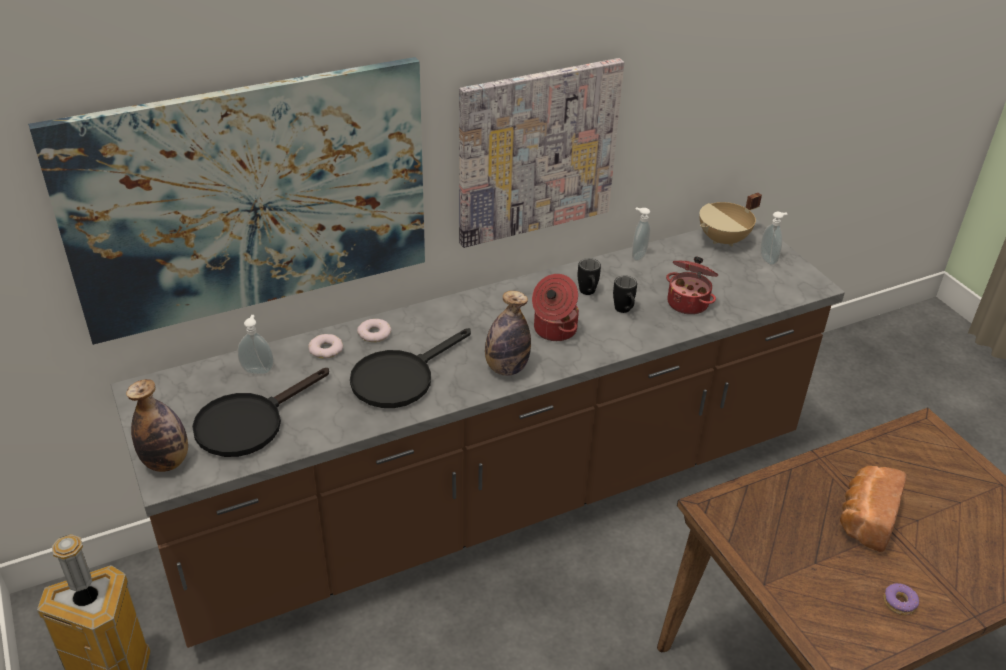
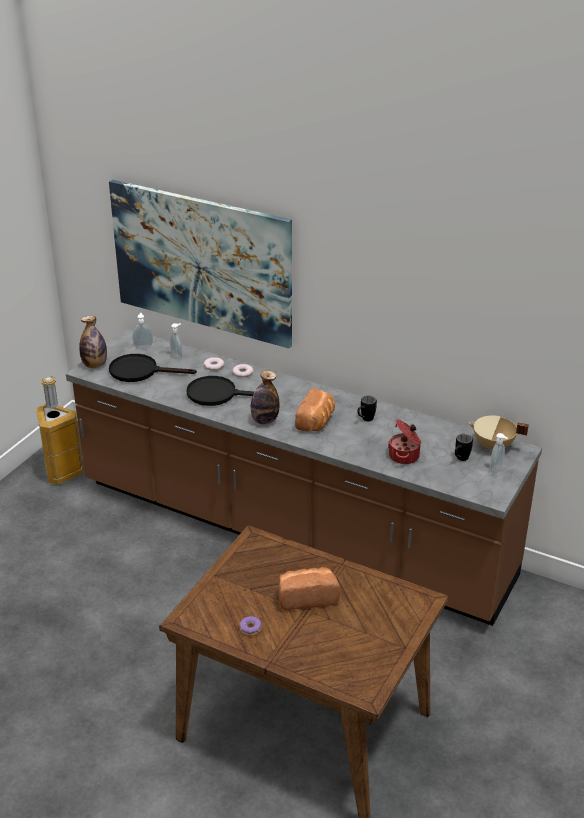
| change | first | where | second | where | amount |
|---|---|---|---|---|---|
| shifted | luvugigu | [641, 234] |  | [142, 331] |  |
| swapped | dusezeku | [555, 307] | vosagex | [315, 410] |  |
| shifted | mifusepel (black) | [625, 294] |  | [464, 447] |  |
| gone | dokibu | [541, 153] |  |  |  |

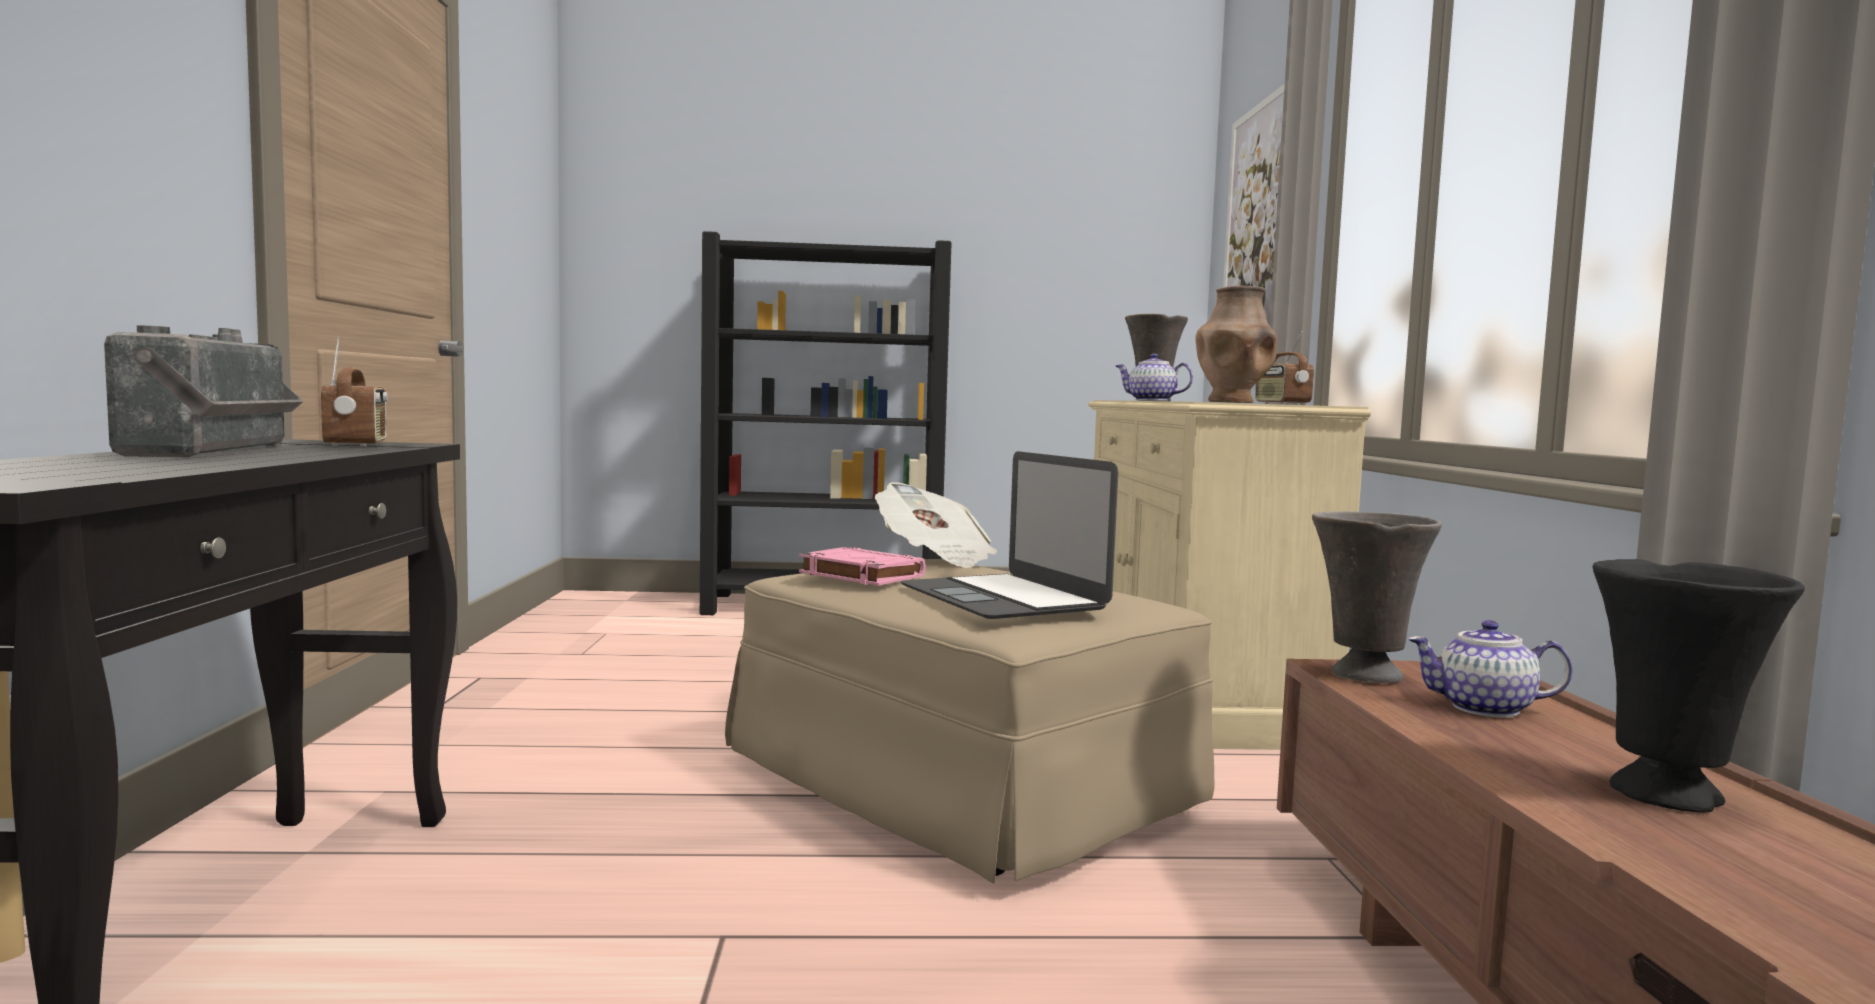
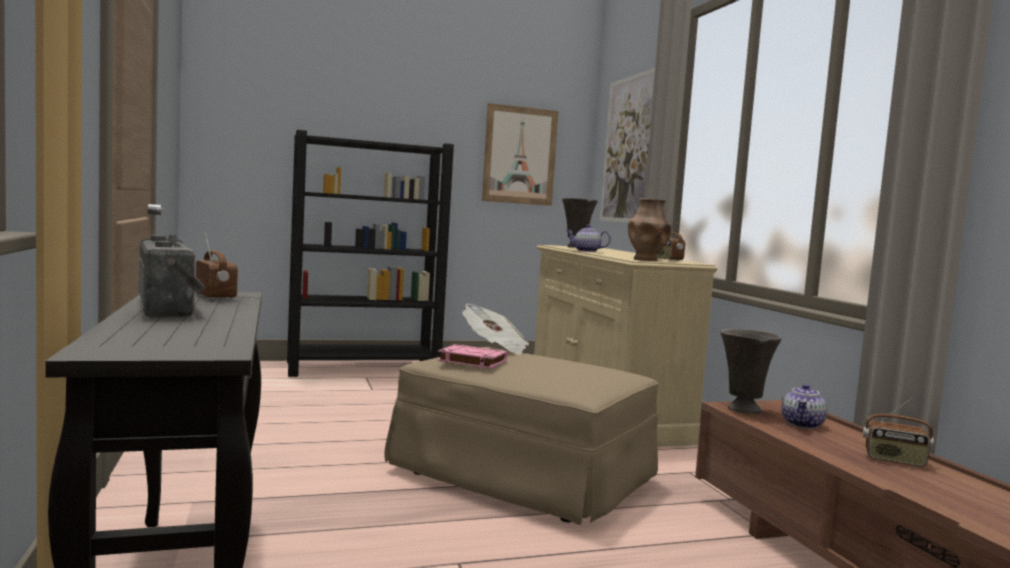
| change | first | where | second | where | amount |
|---|---|---|---|---|---|
| new |  |  | dokibu | [520, 154] |  |
| rotated | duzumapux | [1490, 669] |  | [804, 406] | 60 degrees counterclockwise |
| swapped | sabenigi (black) | [1699, 686] | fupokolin | [898, 432] |  |
| gone | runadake | [1009, 535] |  |  |  |

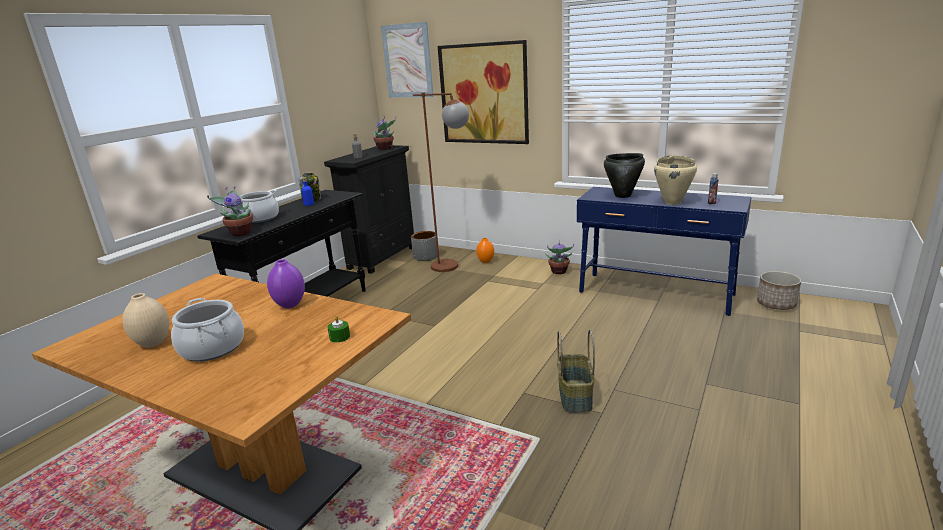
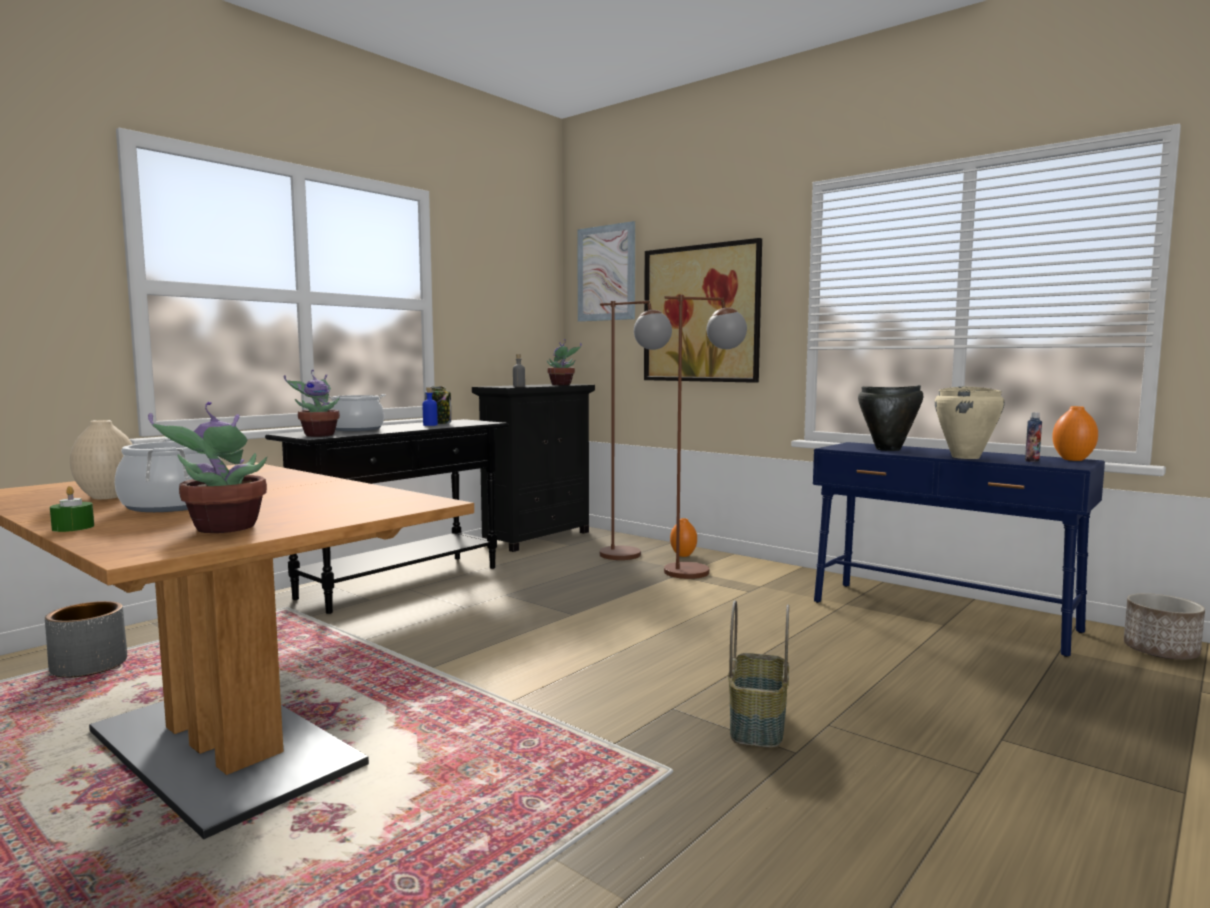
| change | first | where | second | where | amount |
|---|---|---|---|---|---|
| shifted | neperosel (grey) | [424, 246] |  | [86, 639] |  |
| shifted | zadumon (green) | [338, 328] |  | [72, 509] |  |
| shifted | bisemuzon | [560, 257] |  | [207, 467] |  |
| new |  |  | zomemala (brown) | [705, 437] |  |
| new |  |  | sabenigi (orange) | [1075, 433] |  |
| gone | sabenigi (purple) | [286, 283] |  |  |  |

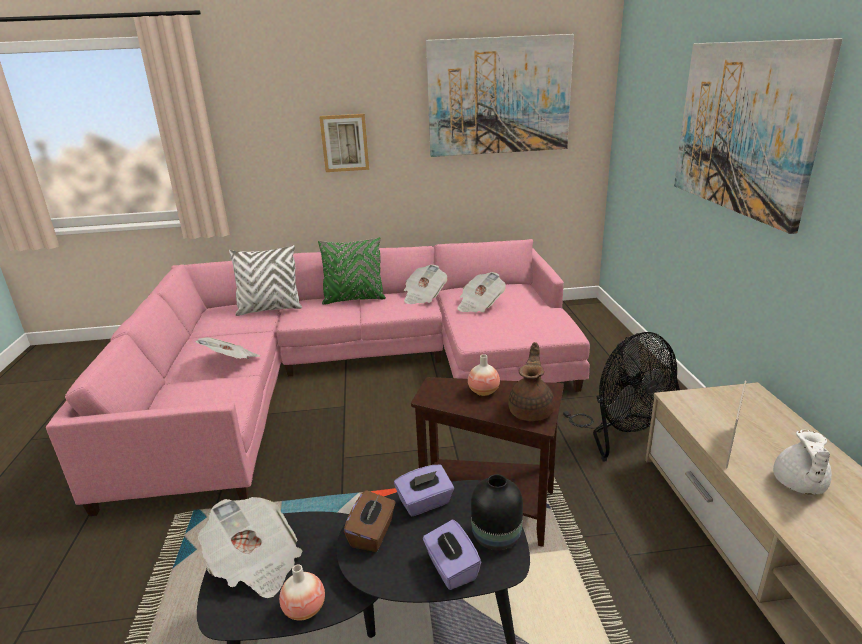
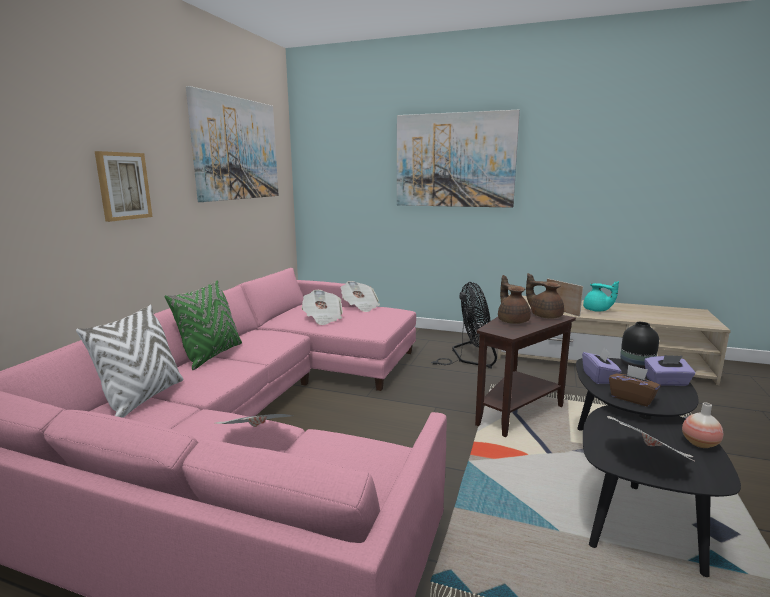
| change | first | where | second | where | amount |
|---|---|---|---|---|---|
| shifted | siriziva | [425, 284] |  | [360, 296] |  |
| swapped | sabenigi | [484, 375] | duzumapux (brown) | [514, 299] |  |
| repainted | duzumapux (white) | [802, 462] | duzumapux (turquoise) | [601, 296] |  |

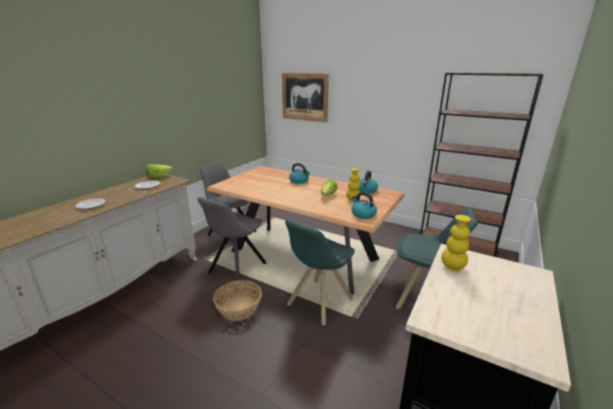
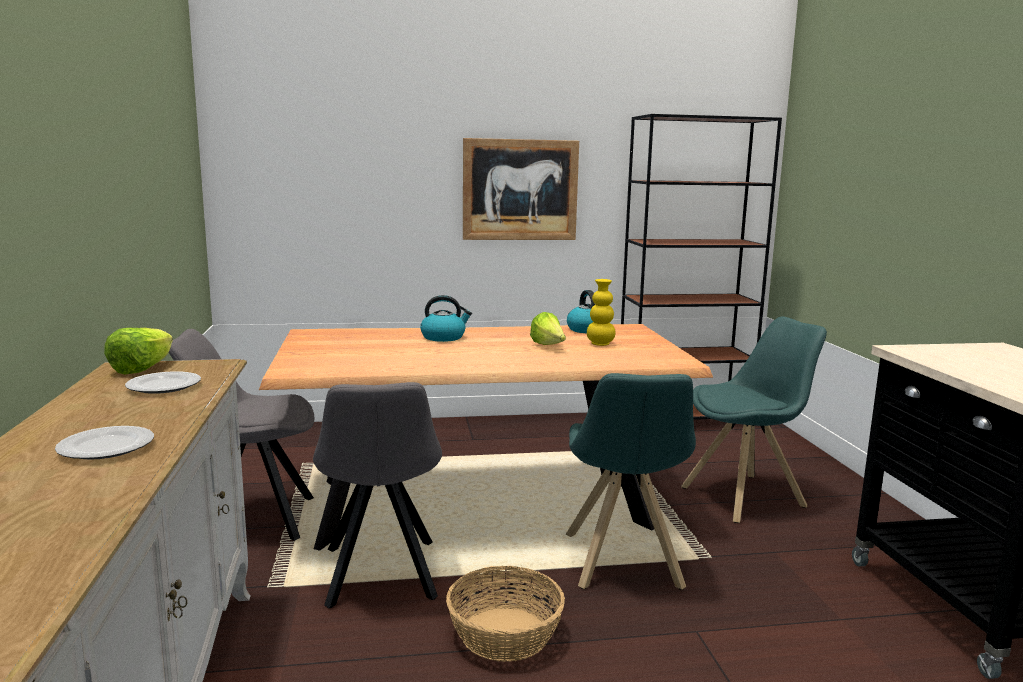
| change | first | where | second | where | amount |
|---|---|---|---|---|---|
| shifted | dokibu | [305, 97] |  | [521, 189] |  |
| gone | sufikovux | [364, 205] |  |  |  |
| gone | sabenigi (yellow) | [456, 243] |  |  |  |

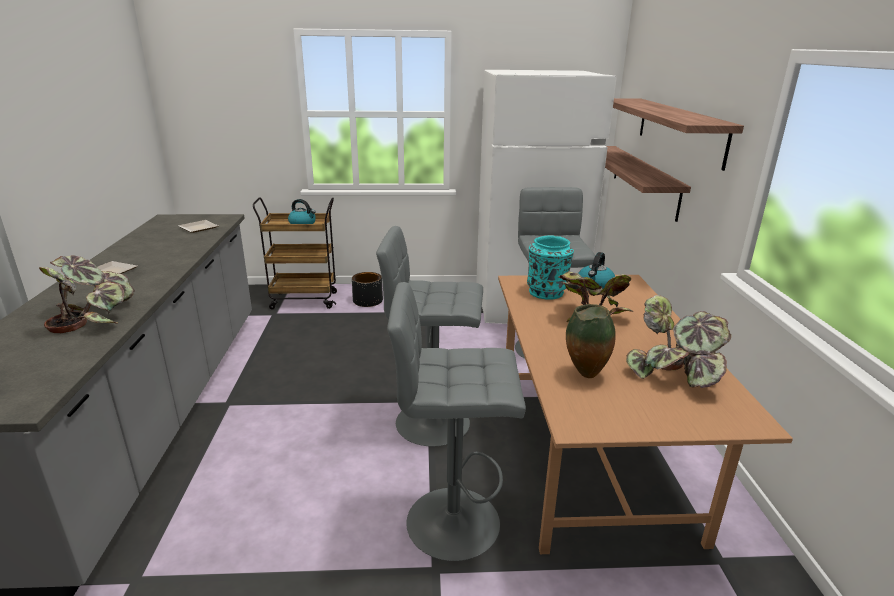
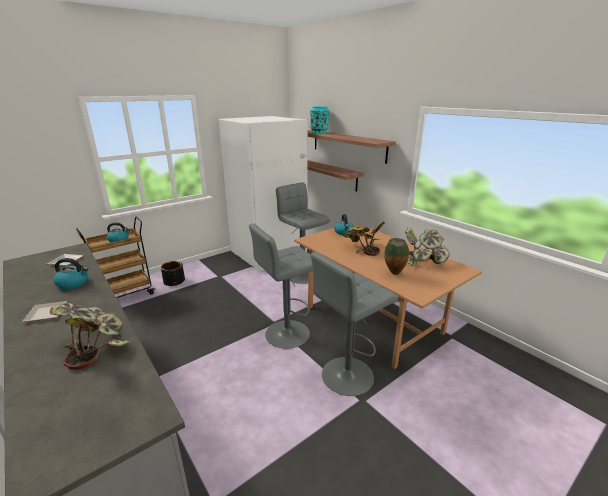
| change | first | where | second | where | amount |
|---|---|---|---|---|---|
| new |  |  | sufikovux | [70, 273] |  |
| shifted | sabenigi (turquoise) | [550, 268] |  | [320, 119] |  |

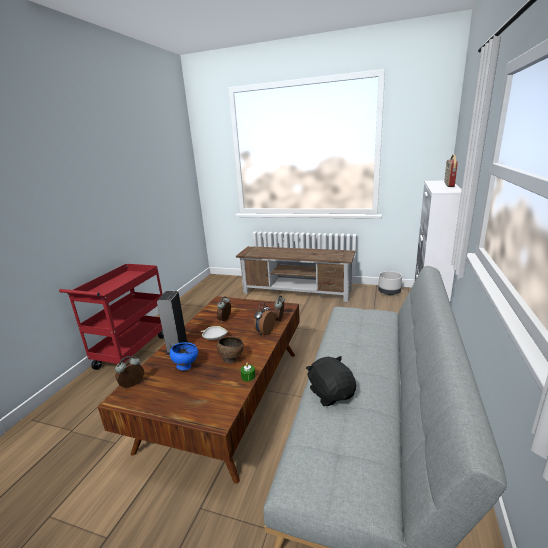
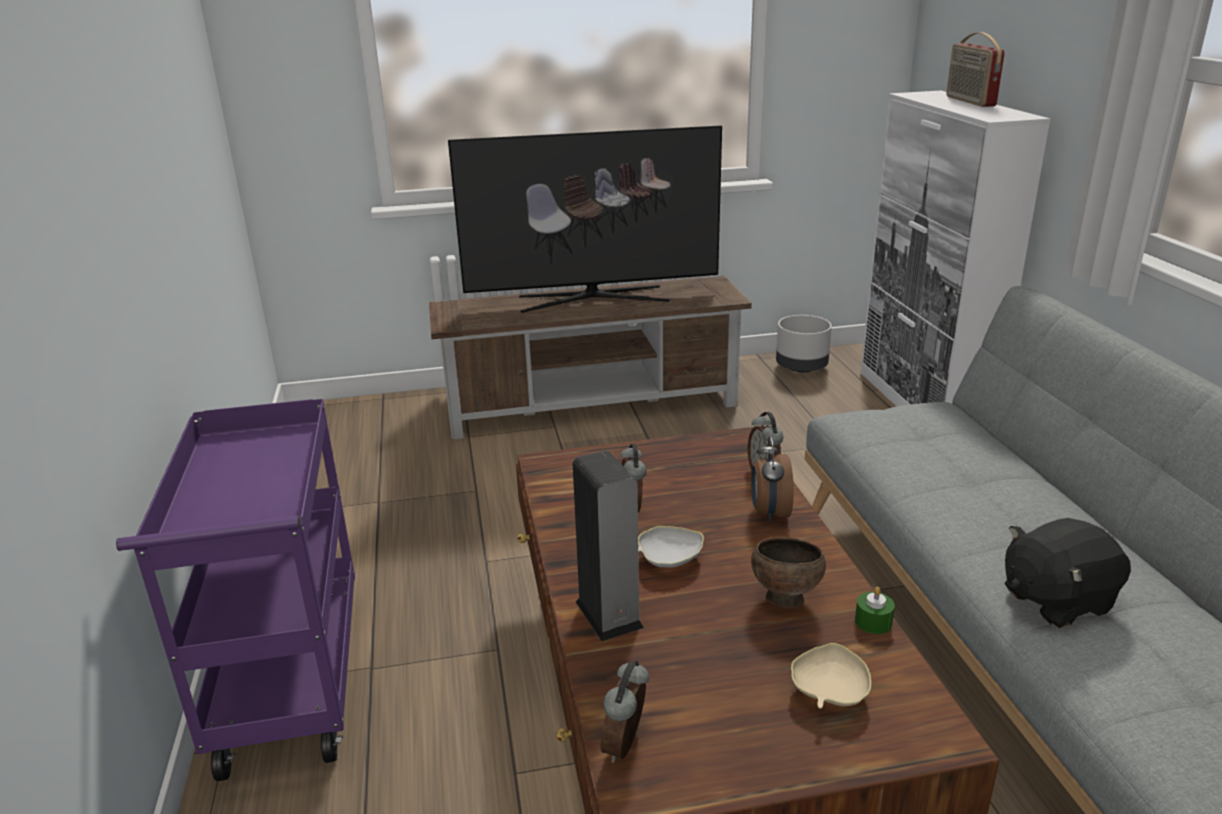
| change | first | where | second | where | amount |
|---|---|---|---|---|---|
| repainted | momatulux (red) | [111, 317] | momatulux (purple) | [235, 590] |  |
| new |  |  | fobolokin | [585, 219] |  |
| new |  |  | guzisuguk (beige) | [831, 676] |  |
| rotated | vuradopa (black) | [331, 381] |  | [1068, 573] | 60 degrees counterclockwise |
| gone | guzisuguk (blue) | [184, 356] |  |  |  |

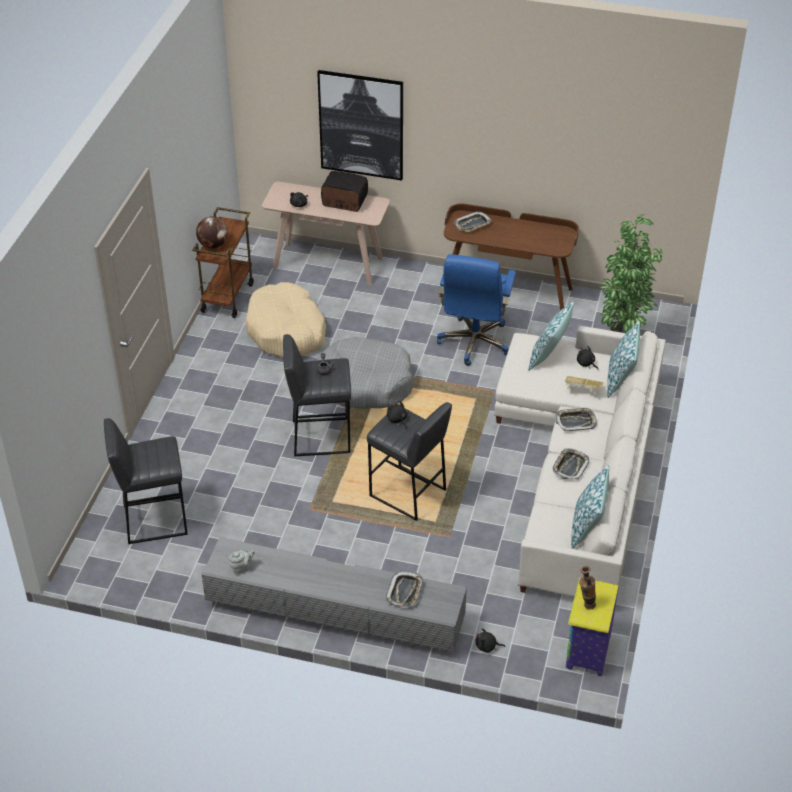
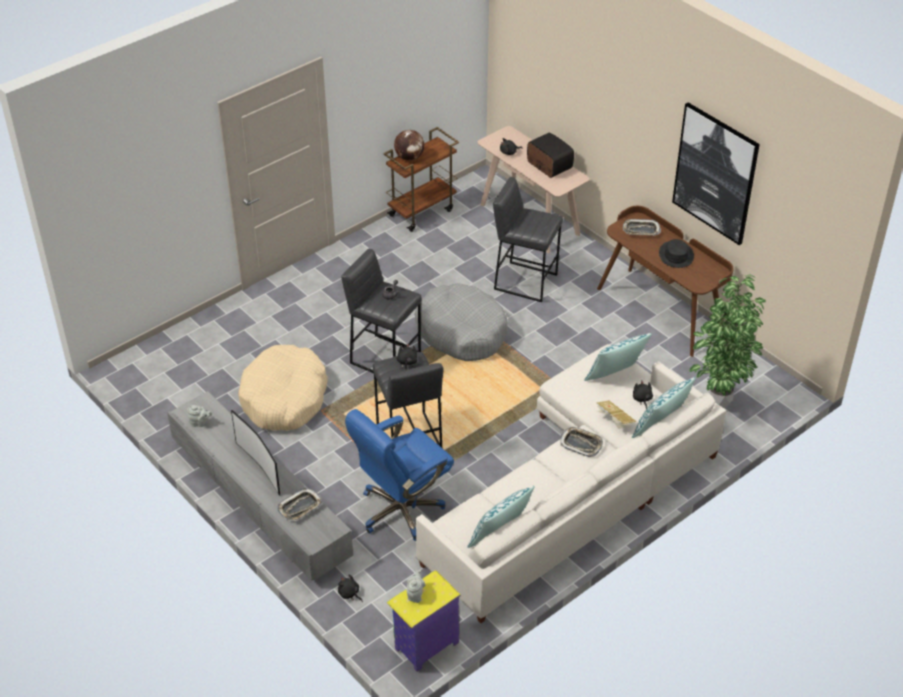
| change | first | where | second | where | amount |
|---|---|---|---|---|---|
| new |  |  | fobolokin | [255, 453] |  |
| shifted | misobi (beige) | [286, 319] |  | [283, 388] |  |
| shifted | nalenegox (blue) | [476, 310] |  | [399, 475] |  |
| swapped | sabenigi | [587, 588] | duzumapux (grey) | [416, 586] |  |
| shifted | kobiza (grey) | [146, 481] |  | [528, 239] |  |
| new |  |  | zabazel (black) | [676, 253] |  |
| shifted | dokibu | [360, 125] |  | [716, 174] |  |
| gone | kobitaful | [571, 464] |  |  |  |

